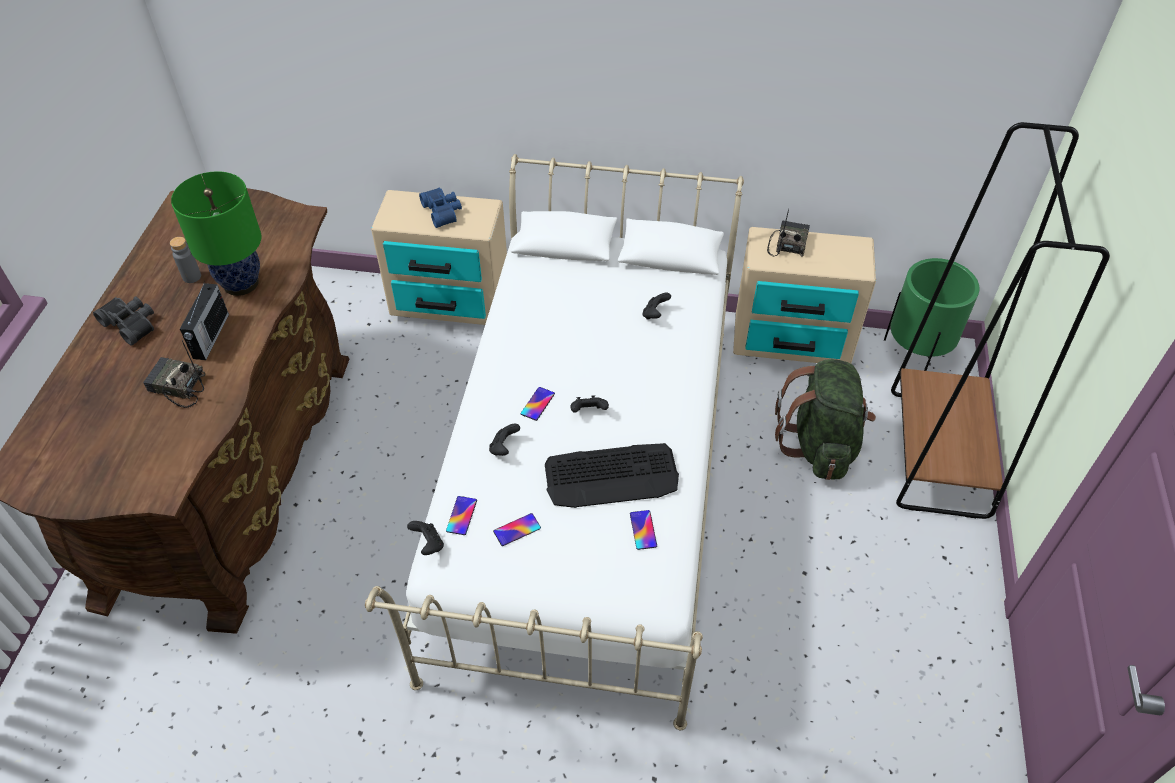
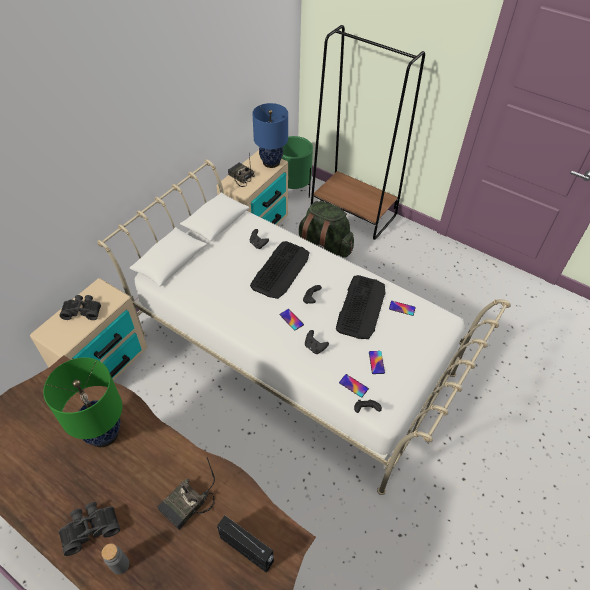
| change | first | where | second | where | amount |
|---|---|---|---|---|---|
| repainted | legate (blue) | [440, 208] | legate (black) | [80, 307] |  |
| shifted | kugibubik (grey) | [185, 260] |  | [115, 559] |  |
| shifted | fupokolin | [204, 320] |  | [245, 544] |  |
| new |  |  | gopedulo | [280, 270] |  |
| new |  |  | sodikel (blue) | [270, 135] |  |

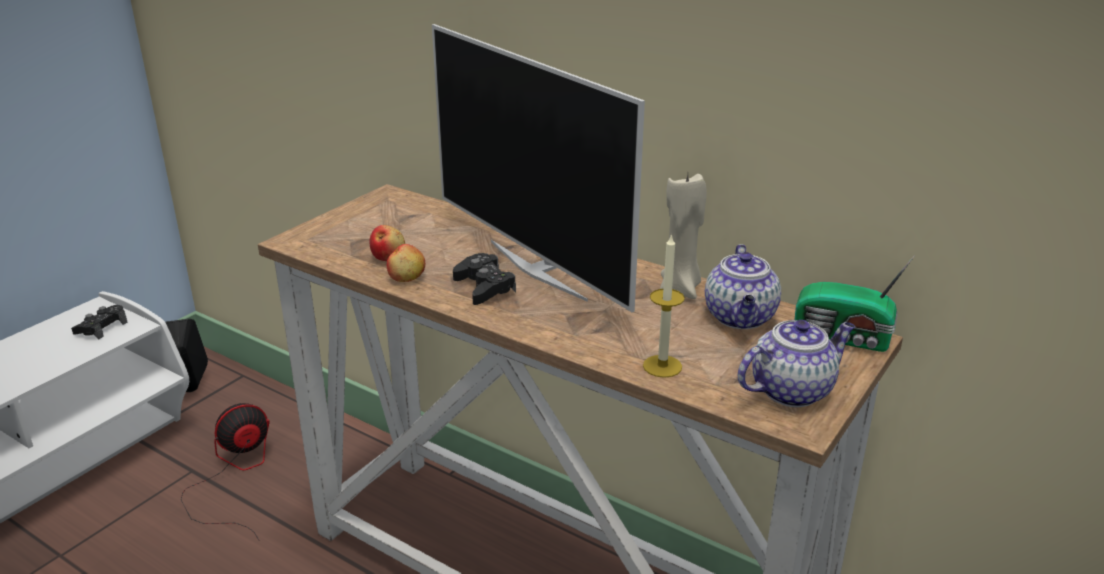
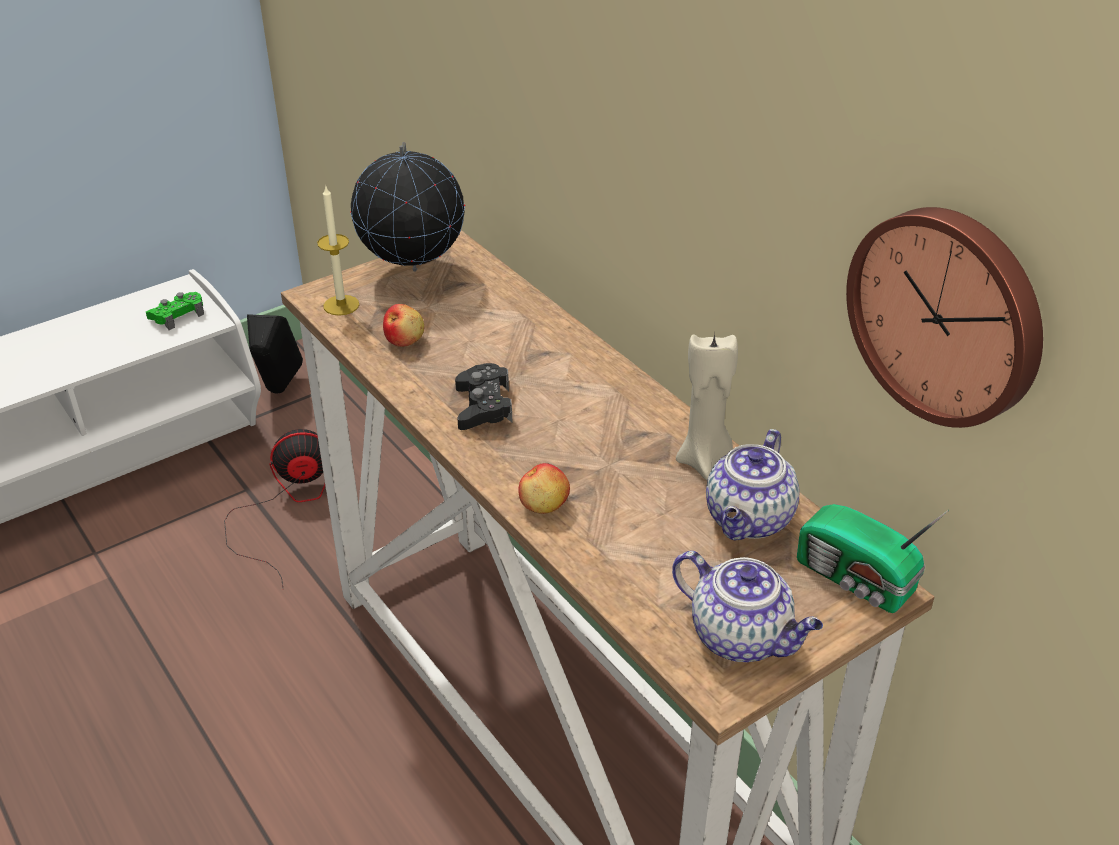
| change | first | where | second | where | amount |
|---|---|---|---|---|---|
| repainted | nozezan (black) | [99, 322] | nozezan (green) | [175, 311] |  |
| shifted | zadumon | [664, 306] |  | [338, 251] |  |
| new |  |  | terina | [407, 207] |  |
| shifted | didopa | [406, 263] |  | [544, 488] |  |
| rotated | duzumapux | [796, 363] |  | [747, 606] | 45 degrees clockwise |
| new |  |  | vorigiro | [944, 317] |  |
| gone | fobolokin | [538, 168] |  |  |  |

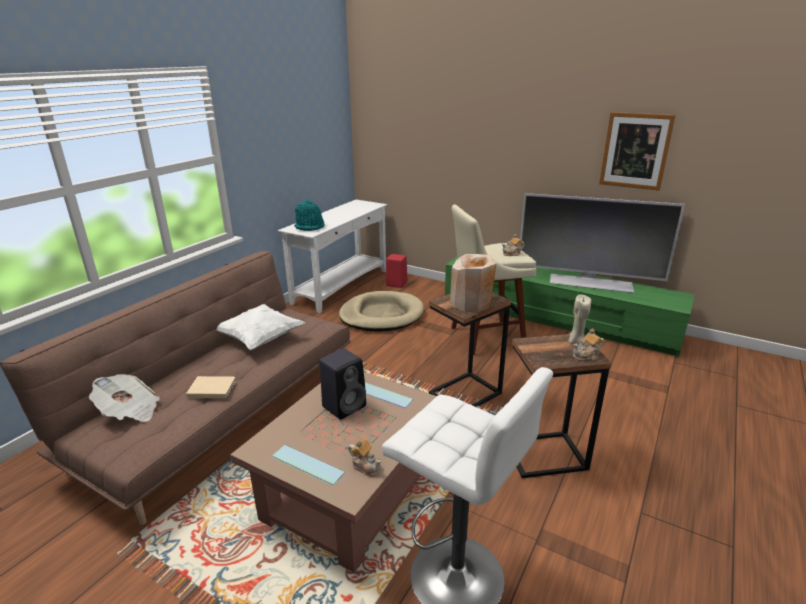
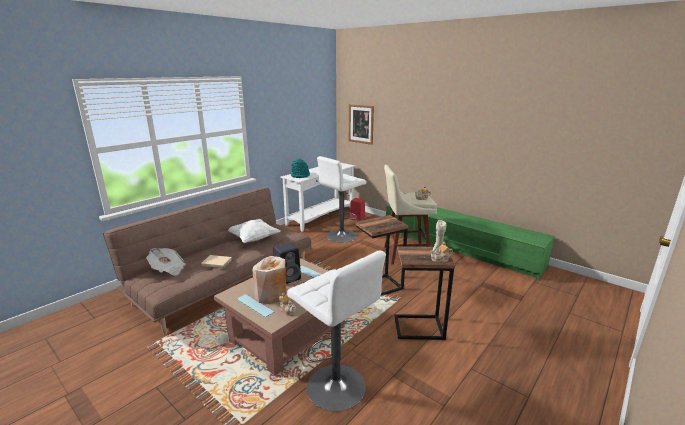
| change | first | where | second | where | amount |
|---|---|---|---|---|---|
| shifted | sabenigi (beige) | [473, 283] |  | [269, 280] |  |
| swapped | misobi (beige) | [381, 311] | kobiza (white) | [341, 199] |  |
| shifted | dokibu | [637, 151] |  | [361, 124] |  |
| gone | fobolokin | [602, 243] |  |  |  |

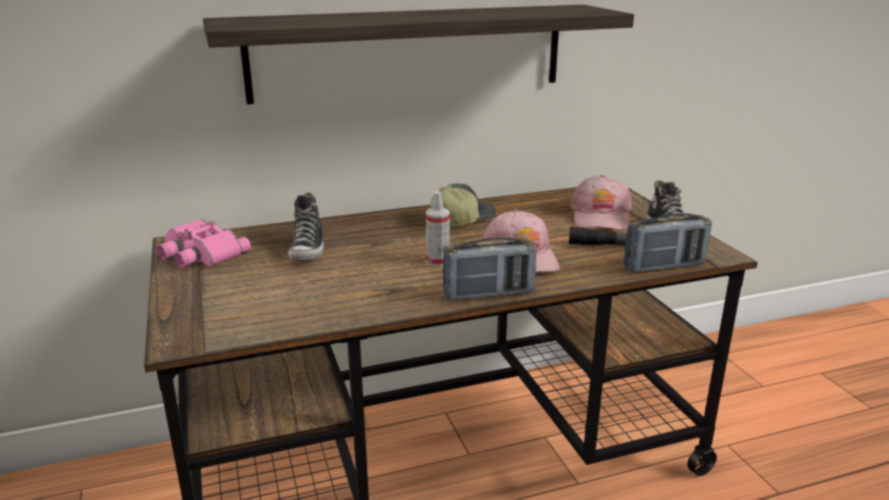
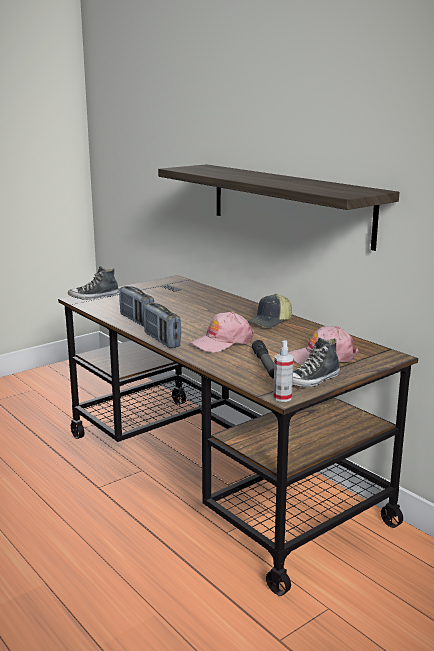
| change | first | where | second | where | amount |
|---|---|---|---|---|---|
| shifted | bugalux | [306, 227] |  | [93, 283] |  |
| shifted | fupokolin | [668, 243] |  | [136, 306] |  |
| rotated | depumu | [463, 205] |  | [270, 311] | 105 degrees clockwise |
| shifted | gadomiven | [438, 229] |  | [283, 371] |  |
| gone | legate (pink) | [204, 243] |  |  |  |

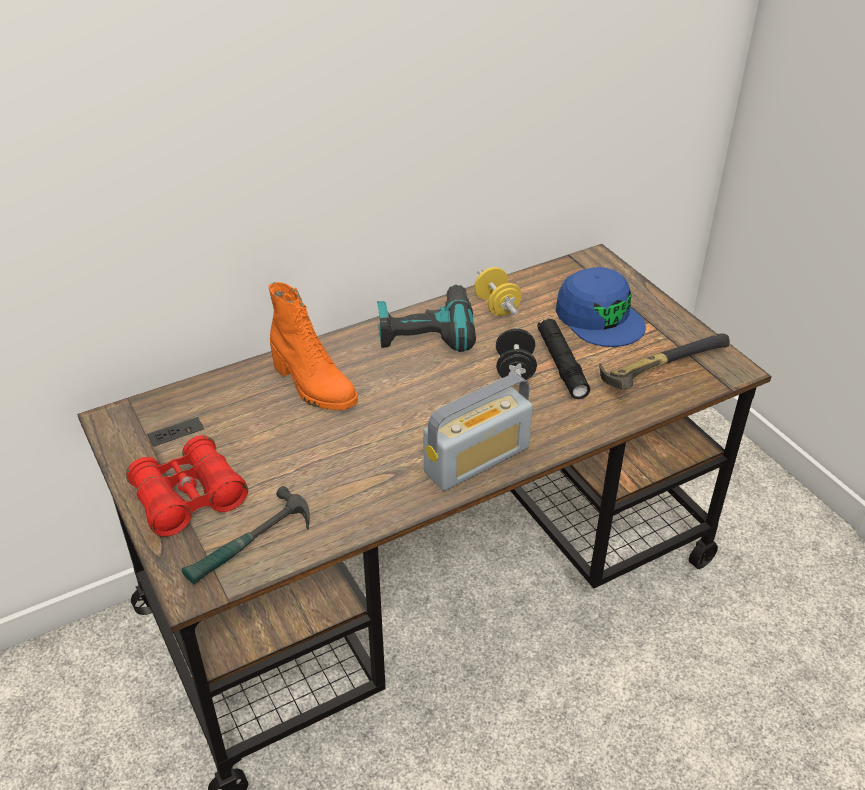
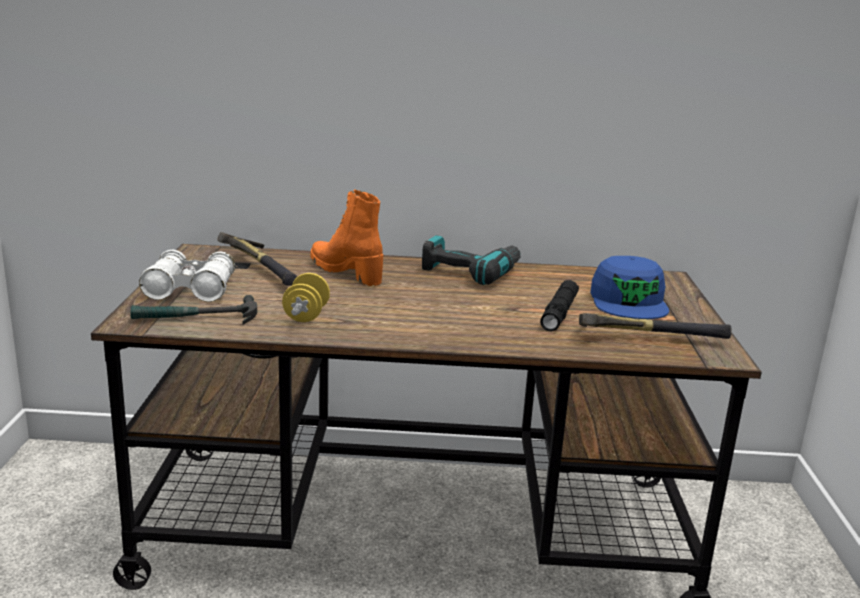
| change | first | where | second | where | amount |
|---|---|---|---|---|---|
| repainted | legate (red) | [187, 486] | legate (white) | [187, 276] |  |
| new |  |  | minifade | [257, 259] |  |
| shifted | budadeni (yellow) | [498, 291] |  | [306, 297] |  |
| rotated | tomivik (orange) | [313, 346] |  | [346, 238] | 150 degrees clockwise |
| gone | fupokolin | [478, 432] |  |  |  |
| gone | budadeni (black) | [516, 356] |  |  |  |

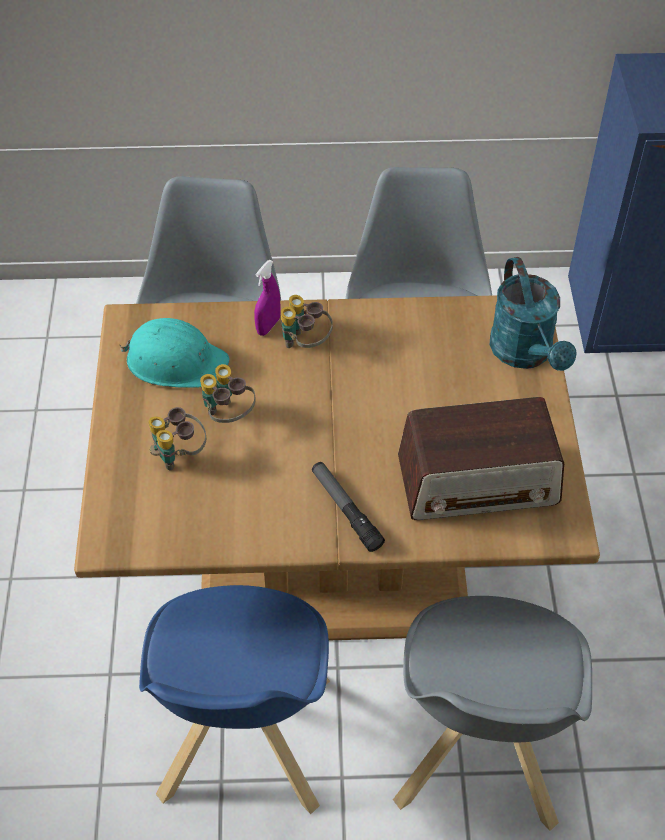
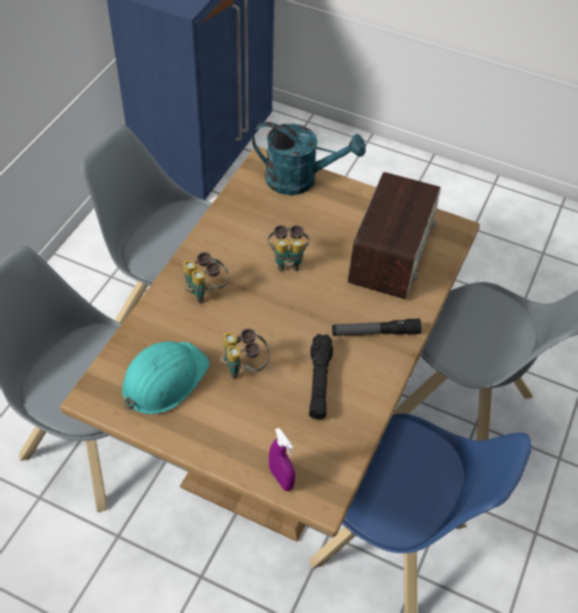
| change | first | where | second | where | amount |
|---|---|---|---|---|---|
| shifted | legate | [177, 438] |  | [288, 248] |  |
| shifted | gadomiven (purple) | [267, 298] |  | [282, 459] |  |
| new |  |  | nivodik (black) | [321, 376] |  |

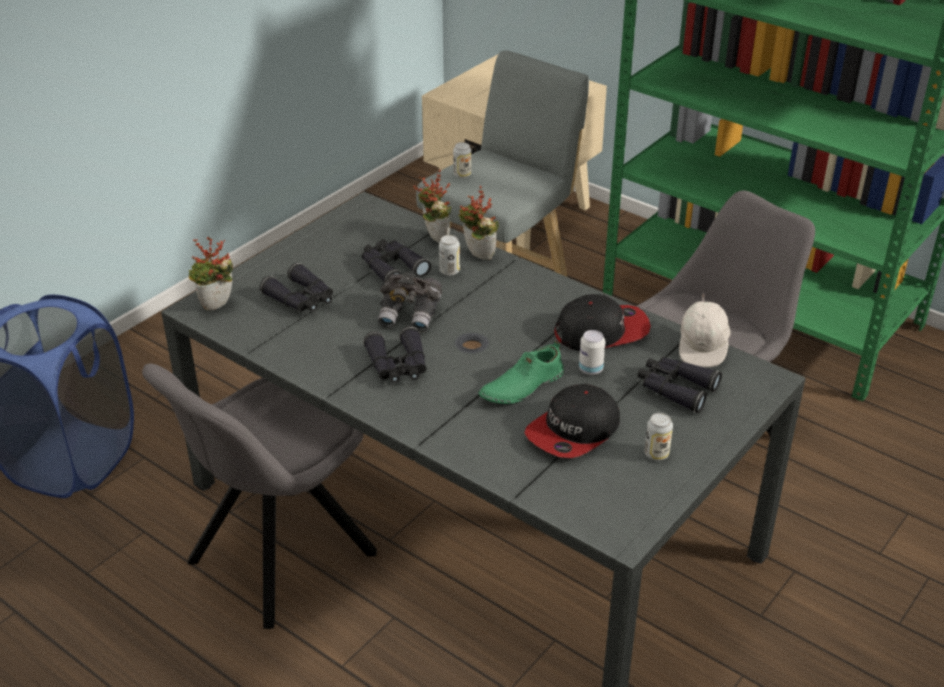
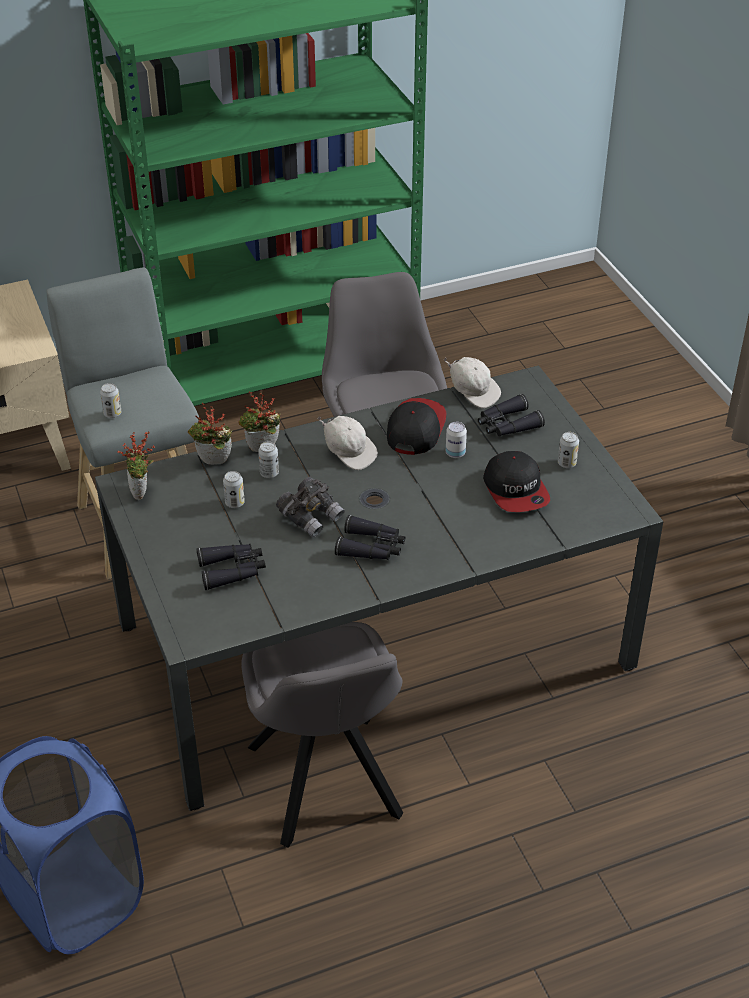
| change | first | where | second | where | amount |
|---|---|---|---|---|---|
| shifted | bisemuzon | [211, 273] |  | [136, 465] |  |
| swapped | legate (black) | [396, 261] | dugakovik | [234, 489] |  |
| new |  |  | depumu (white) | [347, 443] |  |
| gone | bugalux (green) | [521, 372] |  |  |  |

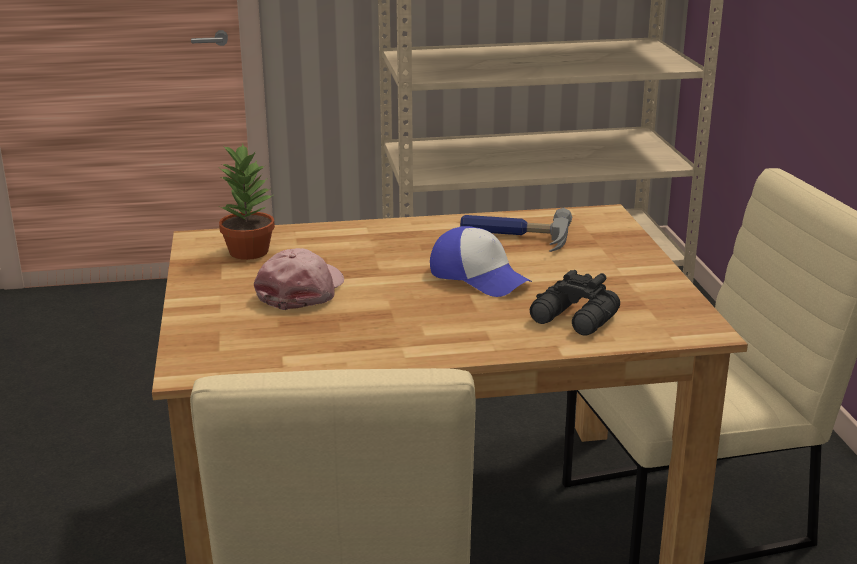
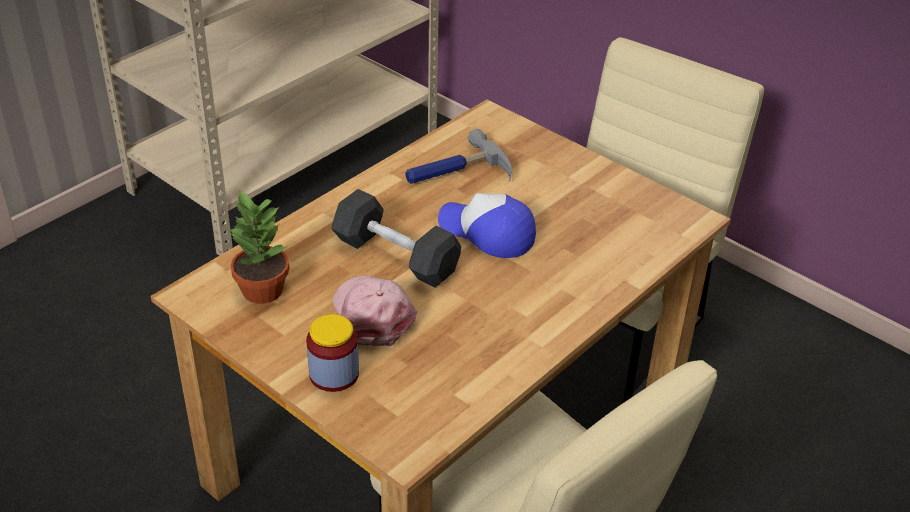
| change | first | where | second | where | amount |
|---|---|---|---|---|---|
| new |  |  | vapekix | [332, 353] |  |
| new |  |  | budadeni (grey) | [396, 238] |  |
| rotated | depumu | [481, 261] |  | [487, 225] | 150 degrees counterclockwise |
| gone | legate (black) | [575, 303] |  |  |  |

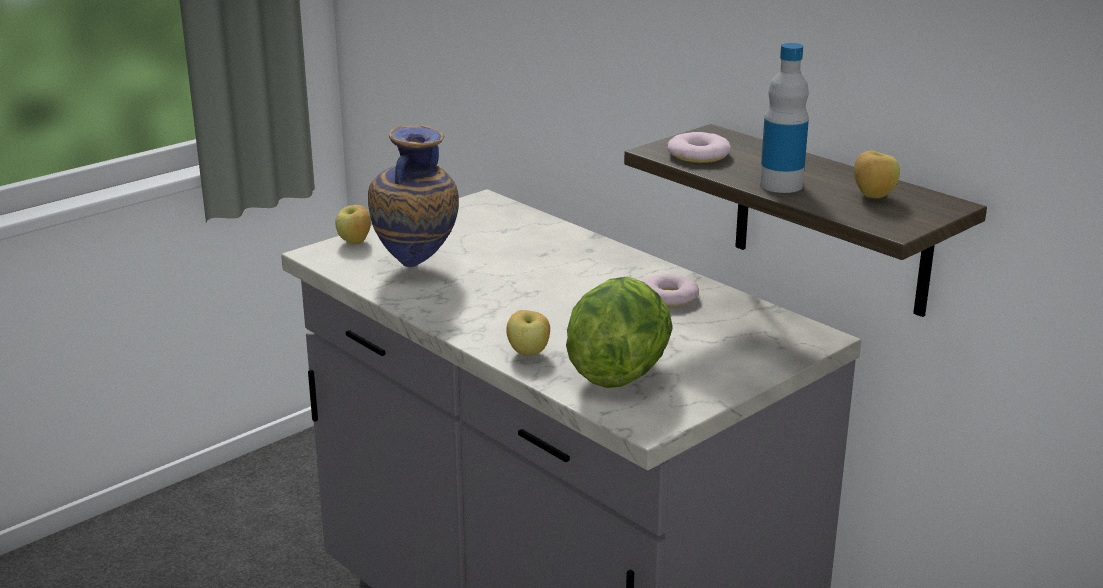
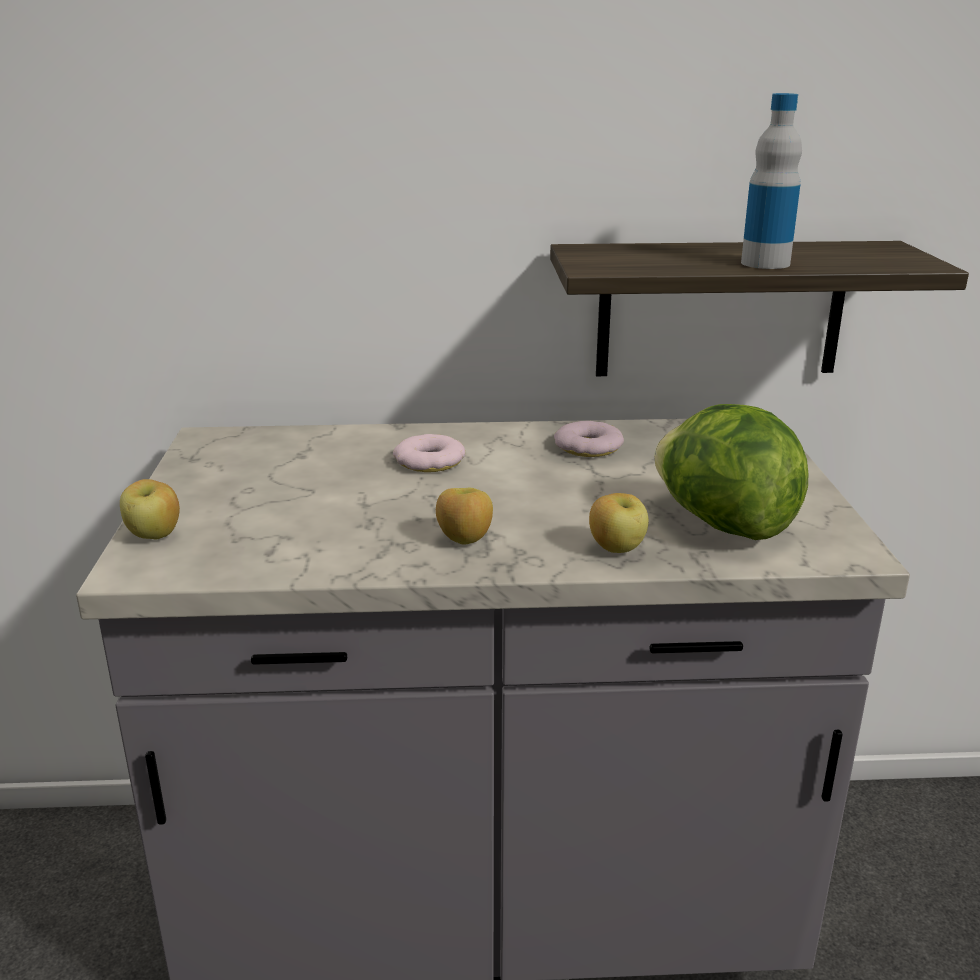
| change | first | where | second | where | amount |
|---|---|---|---|---|---|
| shifted | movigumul | [699, 147] |  | [429, 453] |  |
| shifted | didopa | [877, 174] |  | [464, 516] |  |
| gone | sabenigi | [413, 196] |  |  |  |

